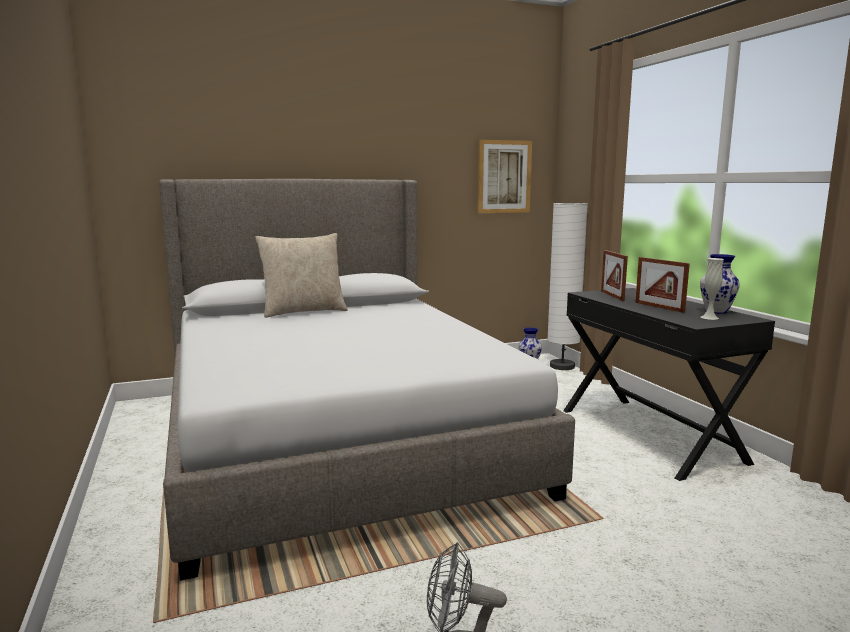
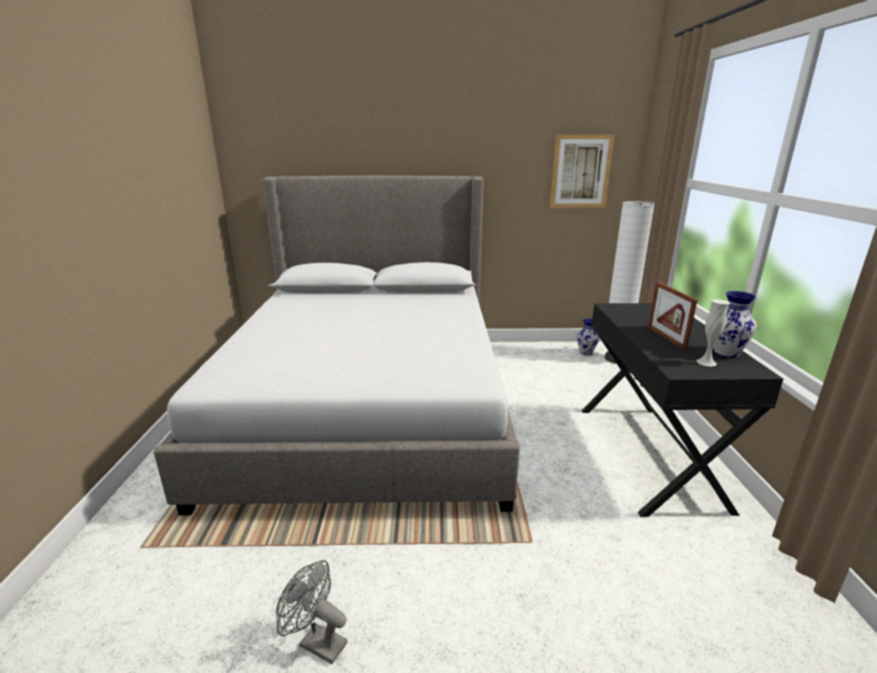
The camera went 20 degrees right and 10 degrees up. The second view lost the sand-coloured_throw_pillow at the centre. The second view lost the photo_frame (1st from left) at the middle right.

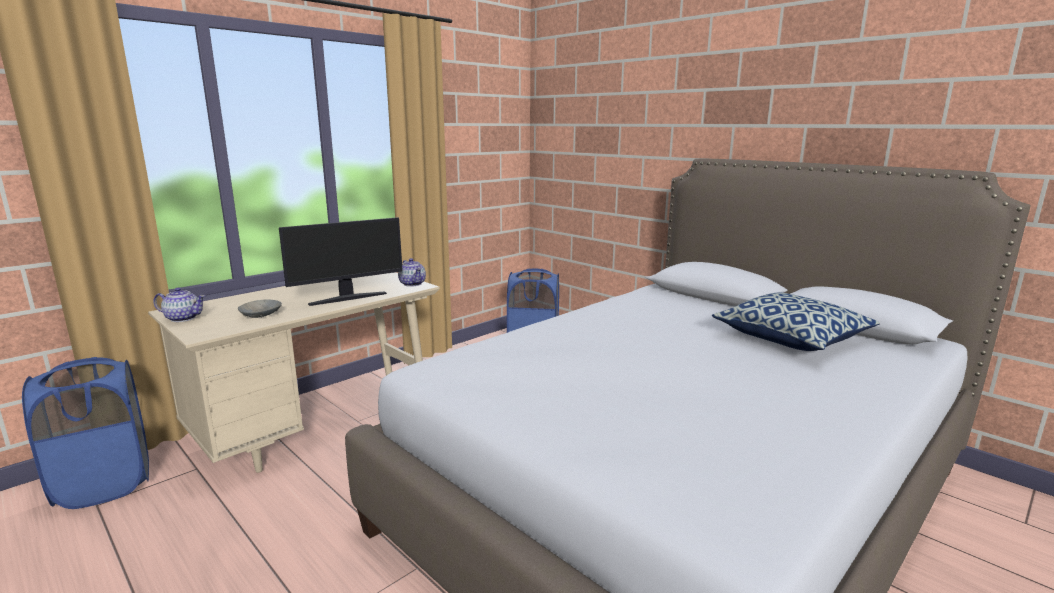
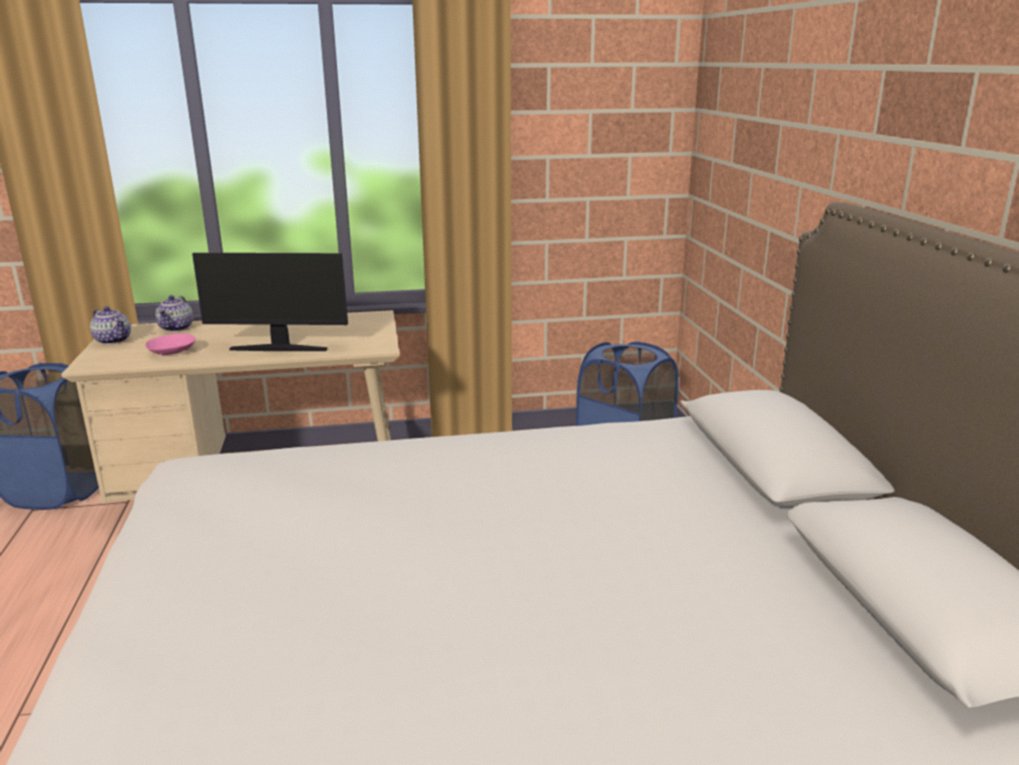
The camera went 35 degrees right and 5 degrees up. What was the gray_bowl at the middle left turned into the pinkish_bowl at the middle left. The teapot (2nd from left) ended up elsewhere, having gone from the centre to the middle left. The second view lost the throw_pillow at the middle right.

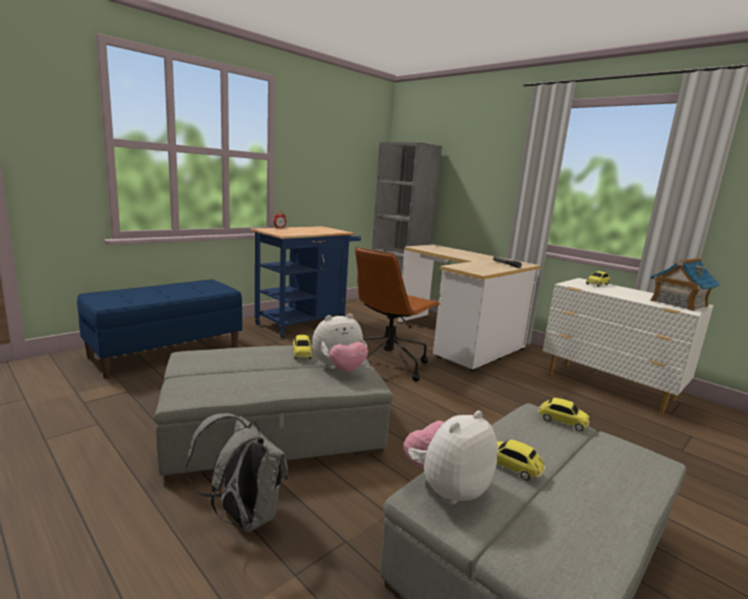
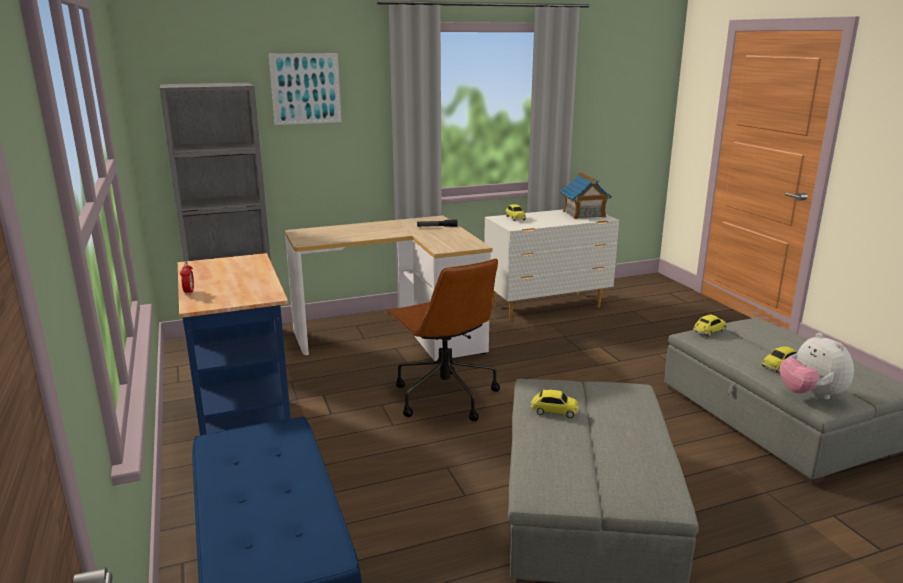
The camera went 65 degrees left and 5 degrees up. The second view gained the picture at the top centre. The second view lost the gray_knapsack at the bottom left. The second view lost the plush_toy (1st from left) at the centre.

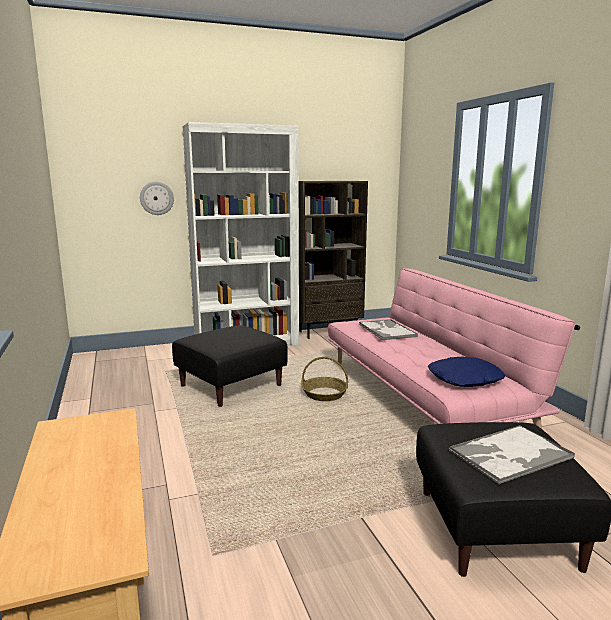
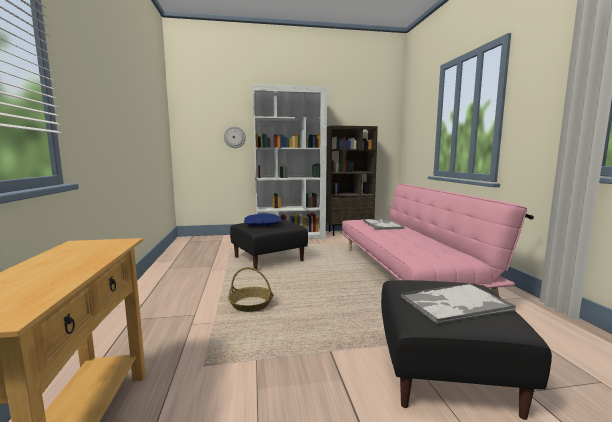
The camera went 10 degrees right and 5 degrees down. The household_basket ended up elsewhere, having gone from the centre to the bottom centre. The blue_throw_pillow ended up elsewhere, having gone from the middle right to the centre.

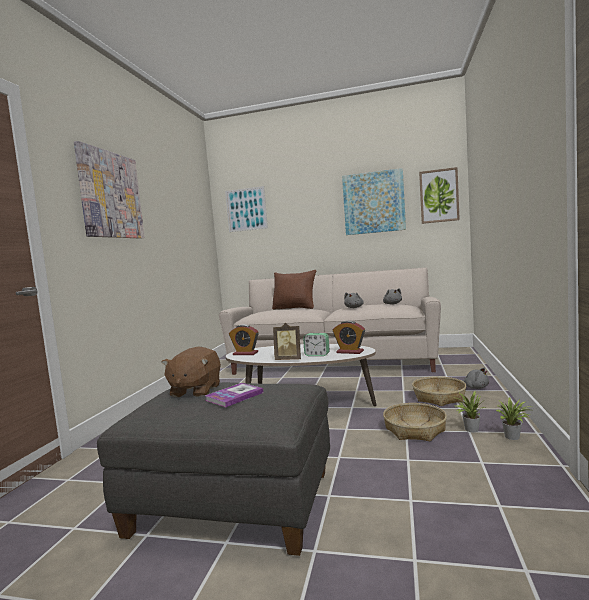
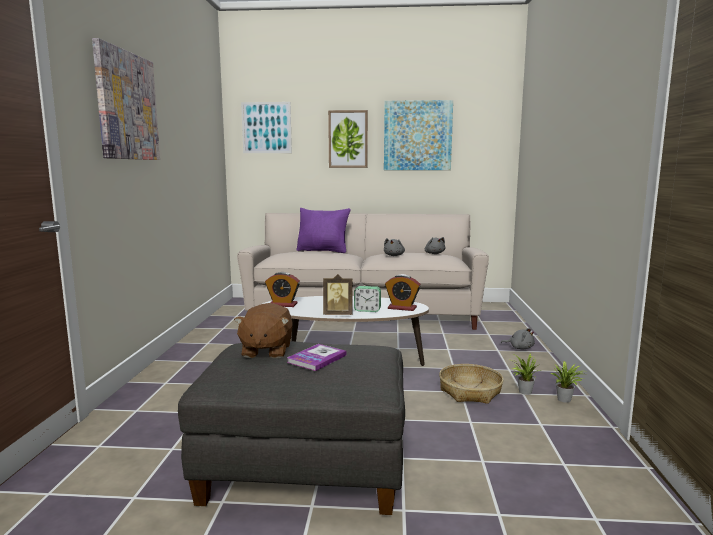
The camera went 10 degrees left and 5 degrees up. What was the brown-coloured_throw_pillow at the centre turned into the purplish_throw_pillow at the centre. The picture (4th from left in the first image) ended up elsewhere, having gone from the top right to the top centre. The second view lost the household_basket (2nd from left) at the middle right.

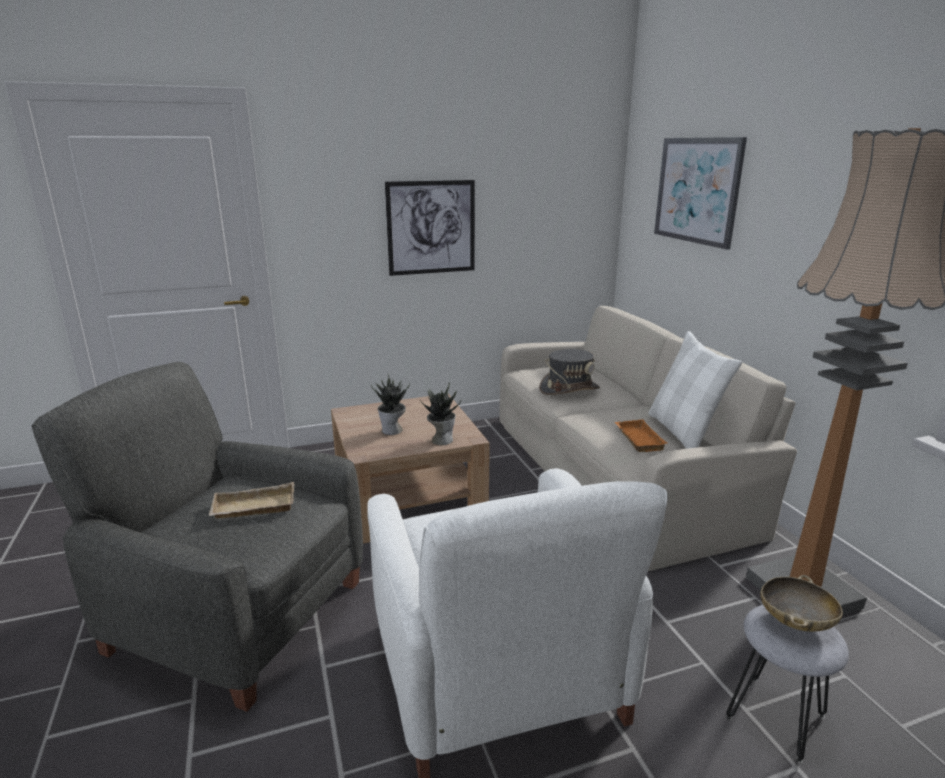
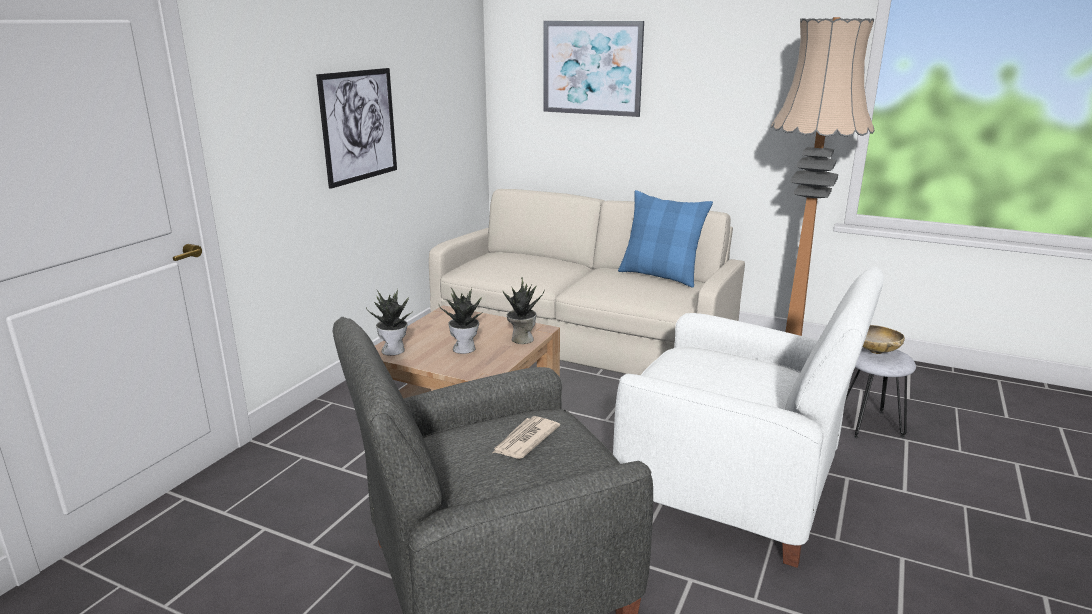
The camera went 45 degrees left and 0 degrees up. The second view gained the plant_in_a_pot (1st from left) at the centre. Where the sand-coloured_serving_tray stood at the middle left, the printed_paper came to stand at the bottom centre. What was the white_throw_pillow at the middle right turned into the blue_throw_pillow at the centre. The second view lost the gray_hat at the centre. The second view lost the orangey_serving_tray at the middle right.

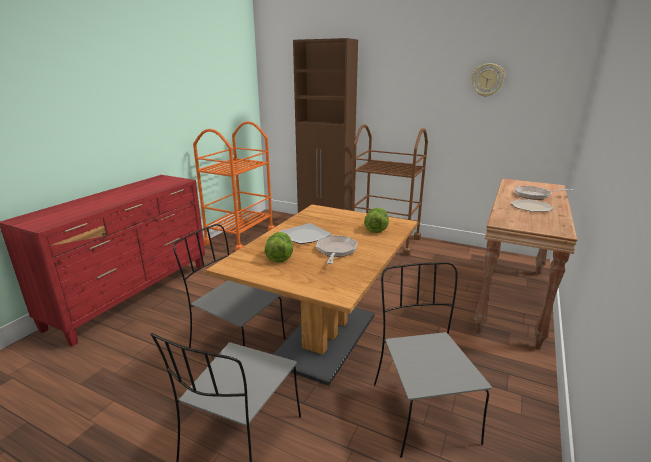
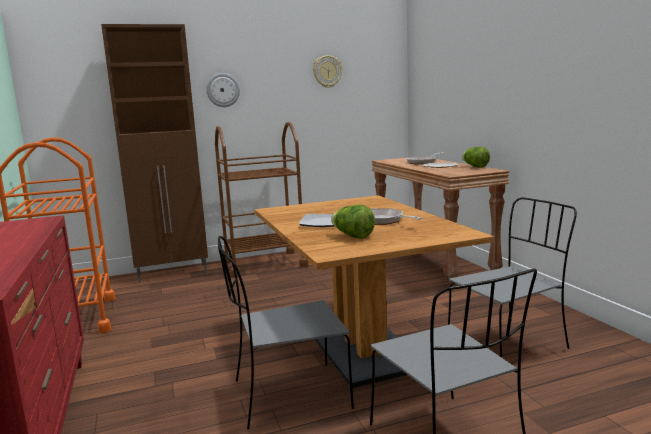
The camera went 45 degrees left and 10 degrees down. The second view gained the wall_clock (1st from left) at the top centre. The gray_plain_chair (3rd from left) at the bottom centre ended up facing another way, 120 degrees clockwise from before. The lettuce_head (2nd from left) ended up elsewhere, having gone from the centre to the middle right.

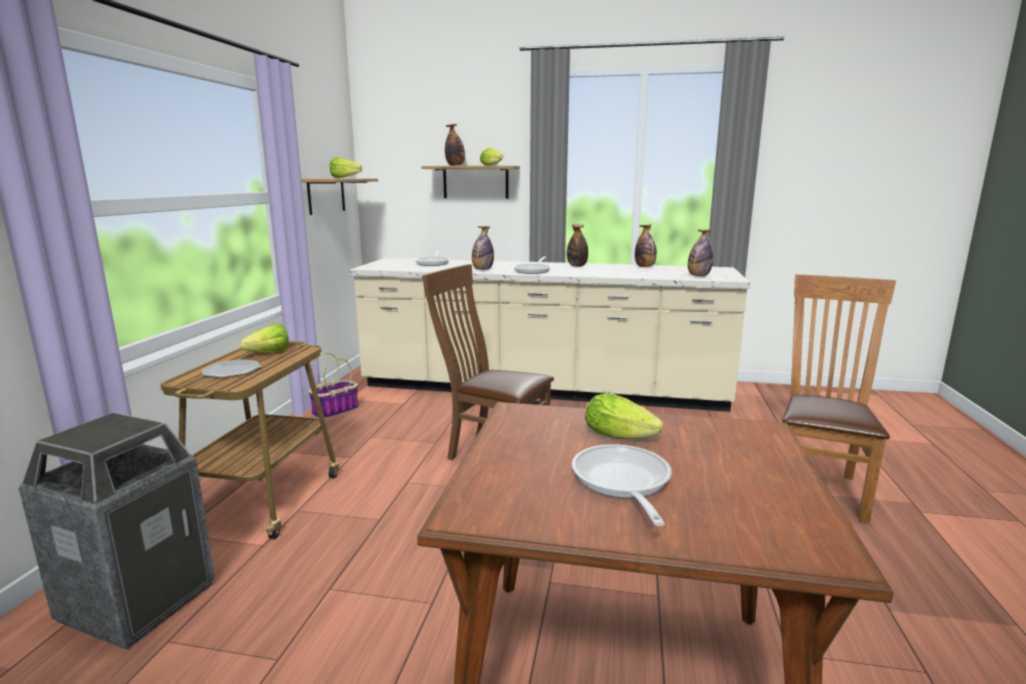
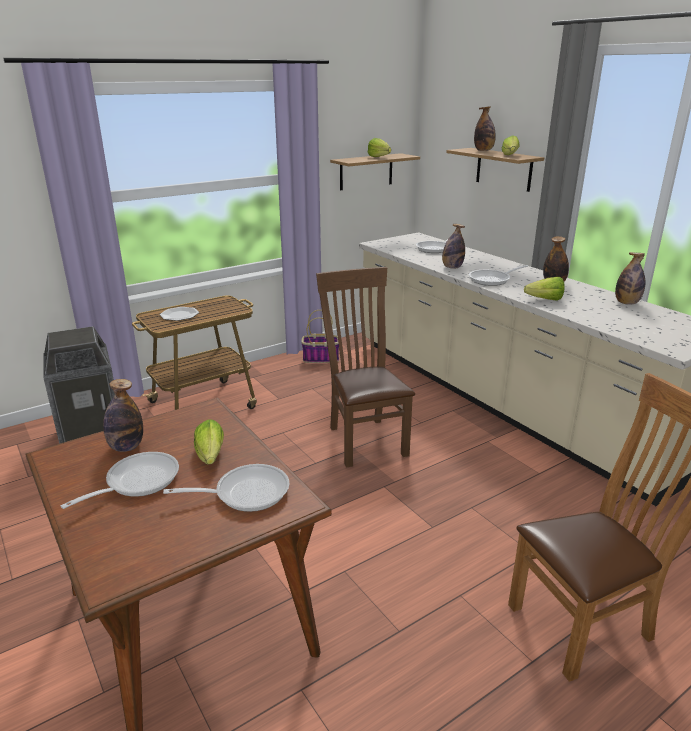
The camera went 45 degrees right and 10 degrees up. The drink_bottle (5th from left in the first image) ended up elsewhere, having gone from the middle right to the middle left. The second view gained the skillet (2nd from left) at the bottom left. The lettuce_head (1st from left in the first image) ended up elsewhere, having gone from the middle left to the middle right.

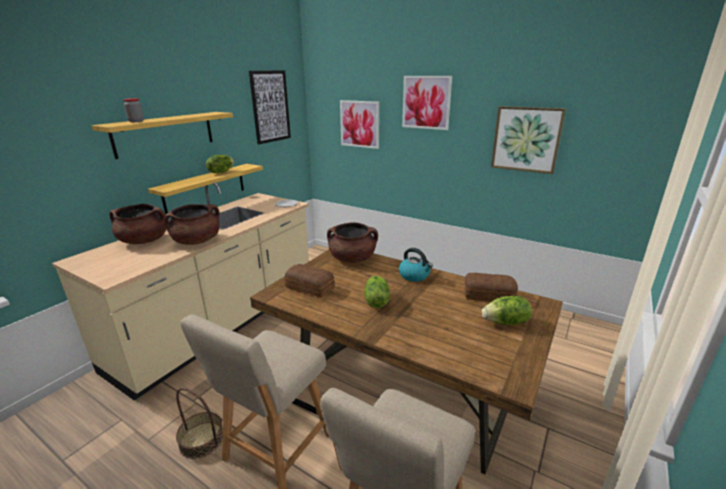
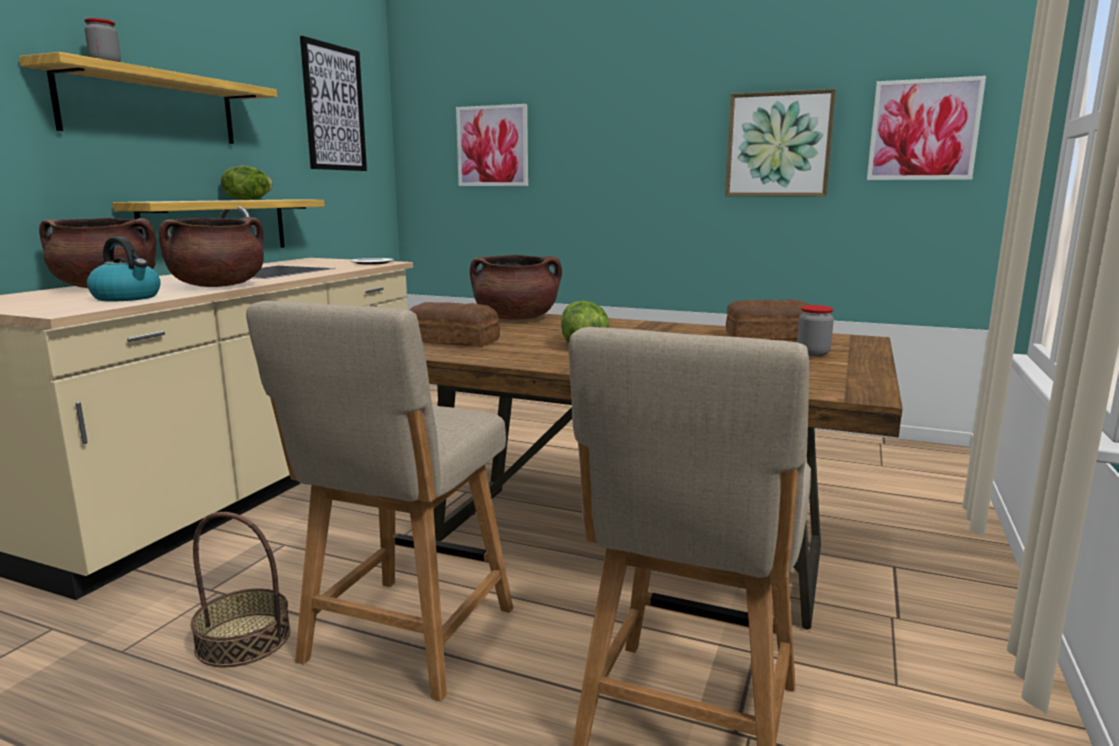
The camera went 10 degrees left and 10 degrees down. The water_kettle ended up elsewhere, having gone from the centre to the middle left. Where the lettuce_head (3rd from left) stood at the middle right, the jar (2nd from left) came to stand at the middle right. The picture (3rd from left in the first image) ended up elsewhere, having gone from the top centre to the top right.

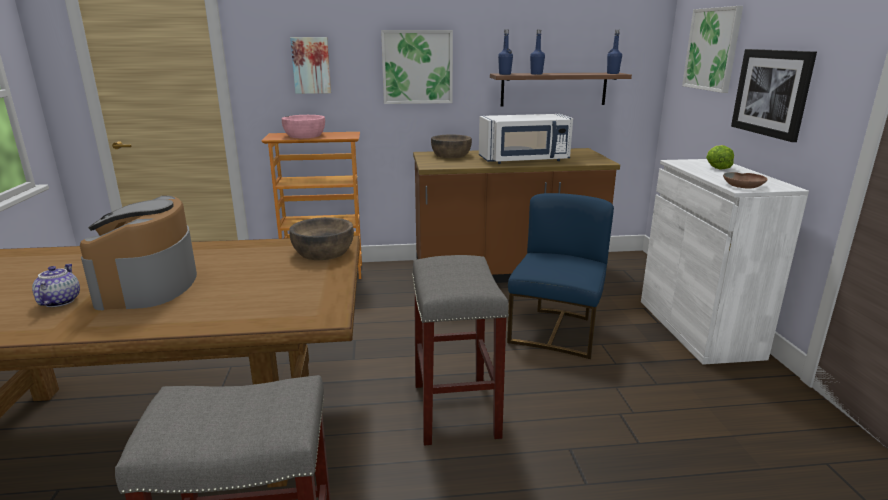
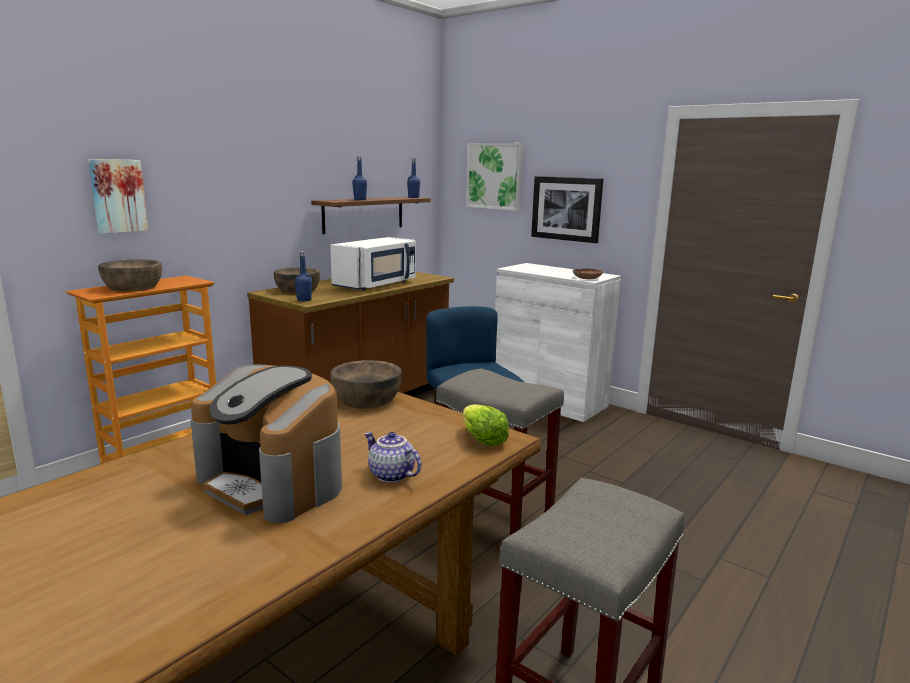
The camera went 45 degrees left and 5 degrees down. What was the pinkish_bowl at the top centre turned into the brown-coloured_bowl (1st from left) at the middle left. The blue_drink_bottle (1st from left) ended up elsewhere, having gone from the top centre to the middle left. The teapot ended up elsewhere, having gone from the middle left to the bottom centre. The lettuce_head ended up elsewhere, having gone from the top right to the centre. The second view lost the picture (2nd from left) at the top centre.

